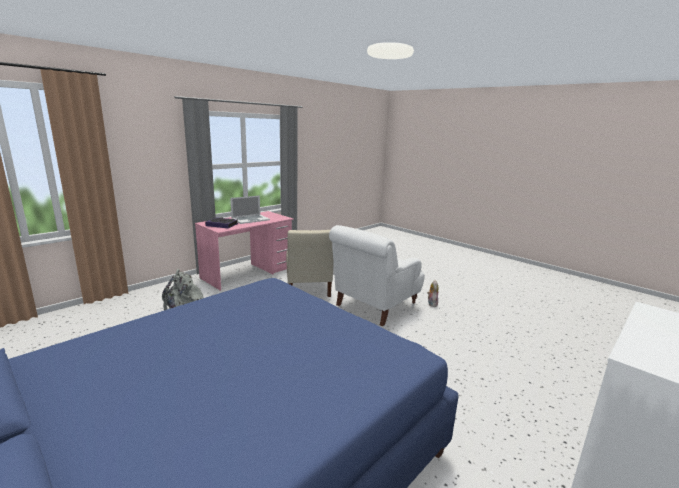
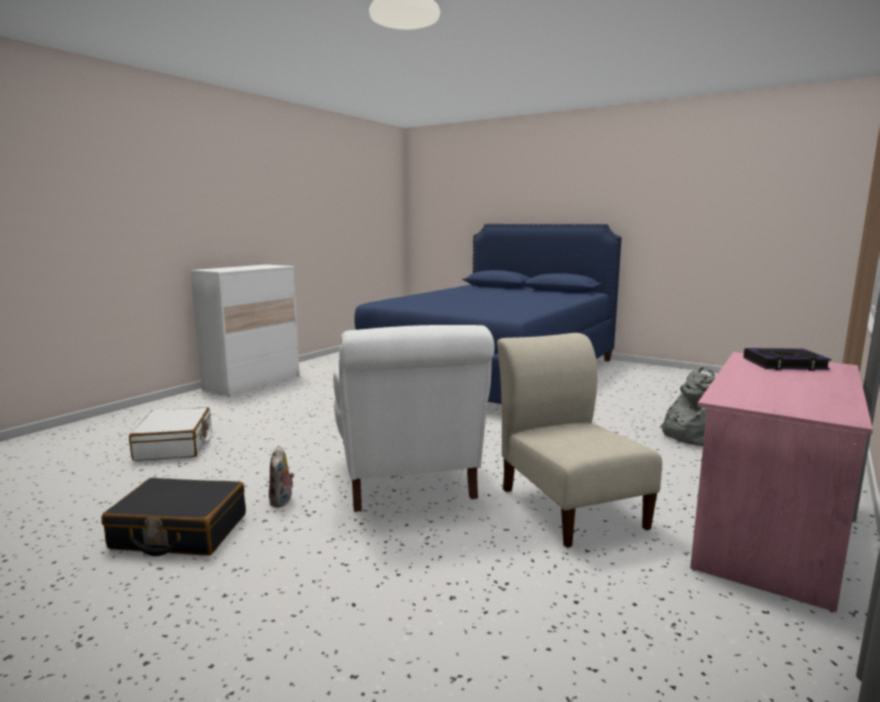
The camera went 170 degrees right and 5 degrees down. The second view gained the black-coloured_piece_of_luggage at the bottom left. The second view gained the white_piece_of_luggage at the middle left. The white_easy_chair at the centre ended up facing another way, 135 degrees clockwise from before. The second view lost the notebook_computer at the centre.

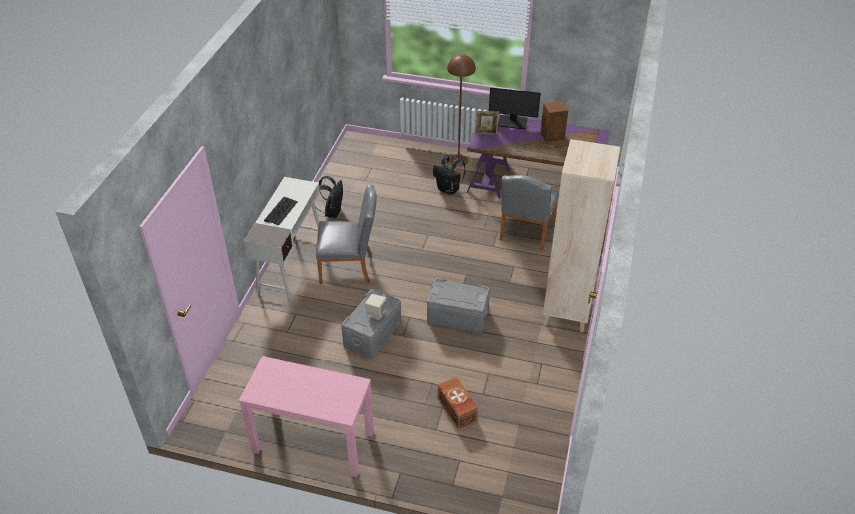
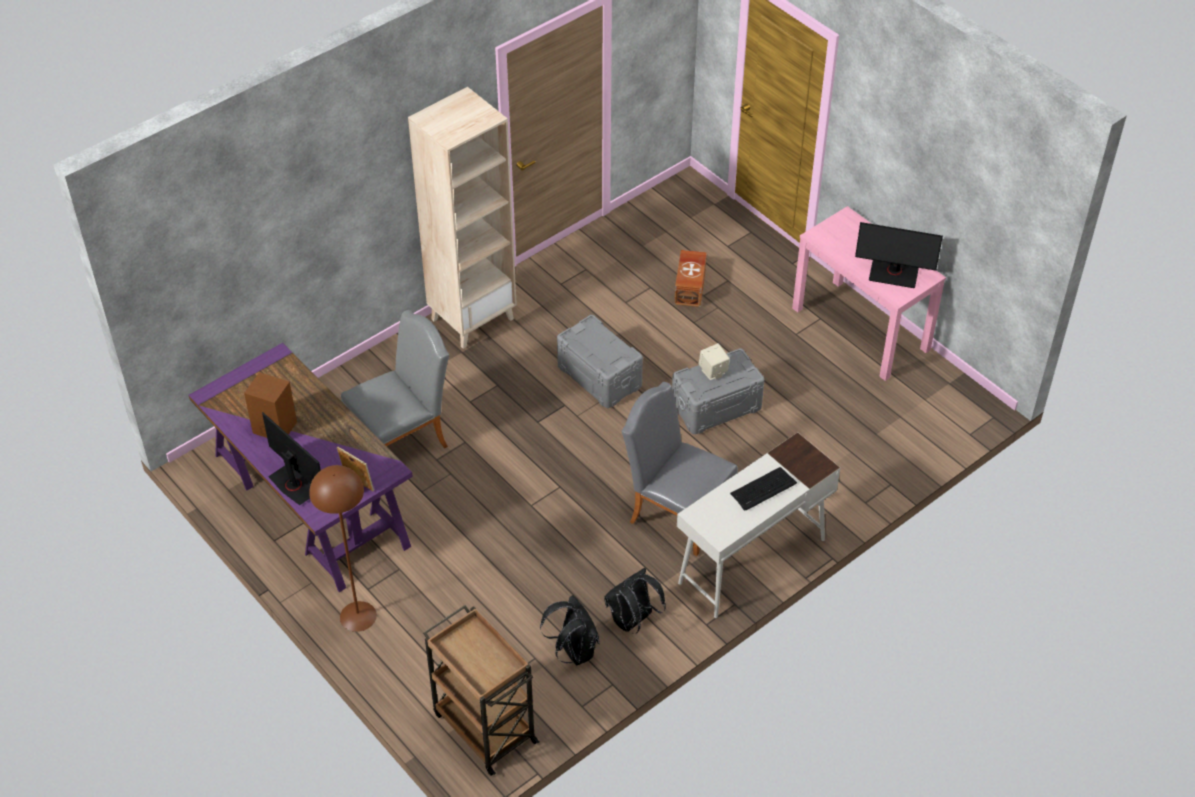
The camera went 145 degrees left and 5 degrees up. The second view gained the brown-coloured_trolley at the bottom centre. The black-coloured_knapsack (2nd from left in the first image) ended up elsewhere, having gone from the centre to the bottom centre. The second view gained the computer_screen (2nd from left) at the top right.

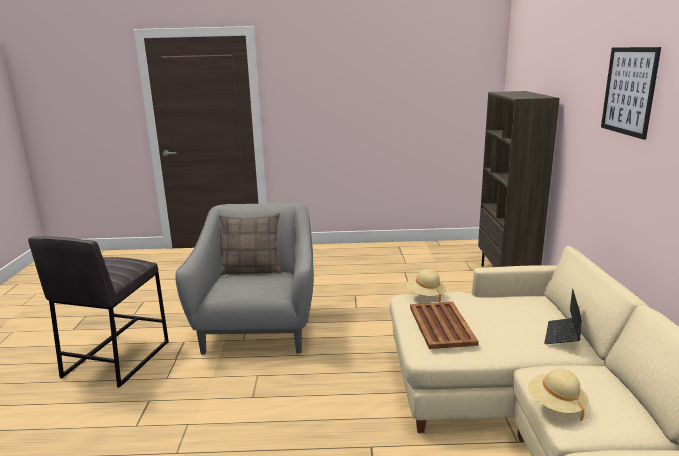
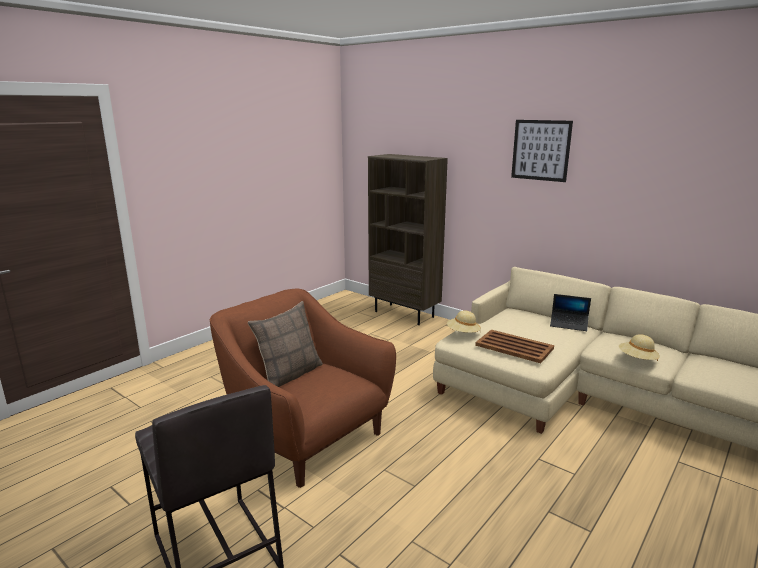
The camera went 50 degrees left and 0 degrees up. What was the gray_easy_chair at the centre turned into the brown-coloured_easy_chair at the bottom centre. The notebook_computer at the bottom right ended up facing another way, 45 degrees counterclockwise from before.

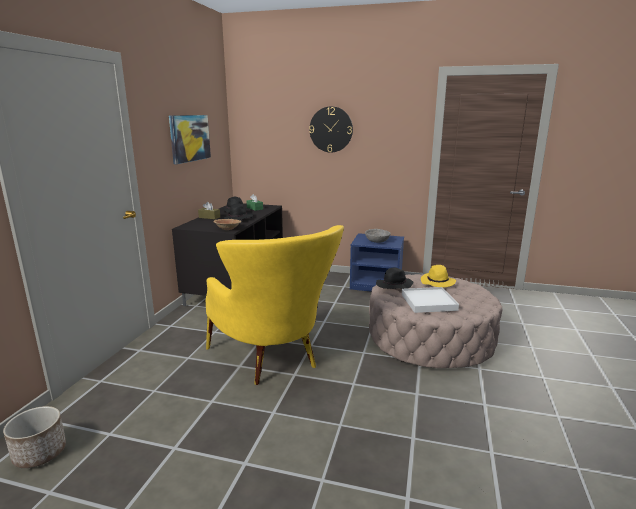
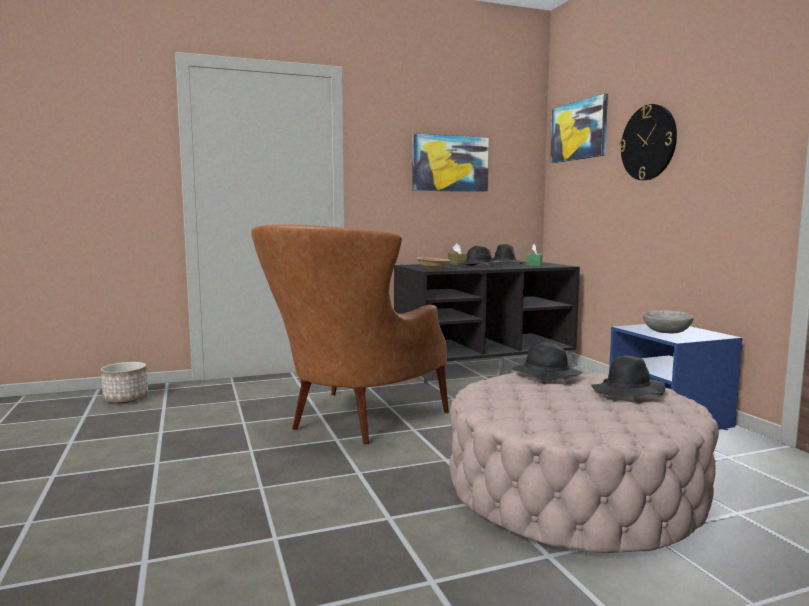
The camera went 55 degrees right and 10 degrees down. What was the yellow_easy_chair at the centre turned into the brown-coloured_easy_chair at the centre. The second view gained the picture (2nd from left) at the top right. What was the yellow_hat at the middle right turned into the black-coloured_hat (4th from left) at the middle right. The second view lost the white_serving_tray at the middle right.

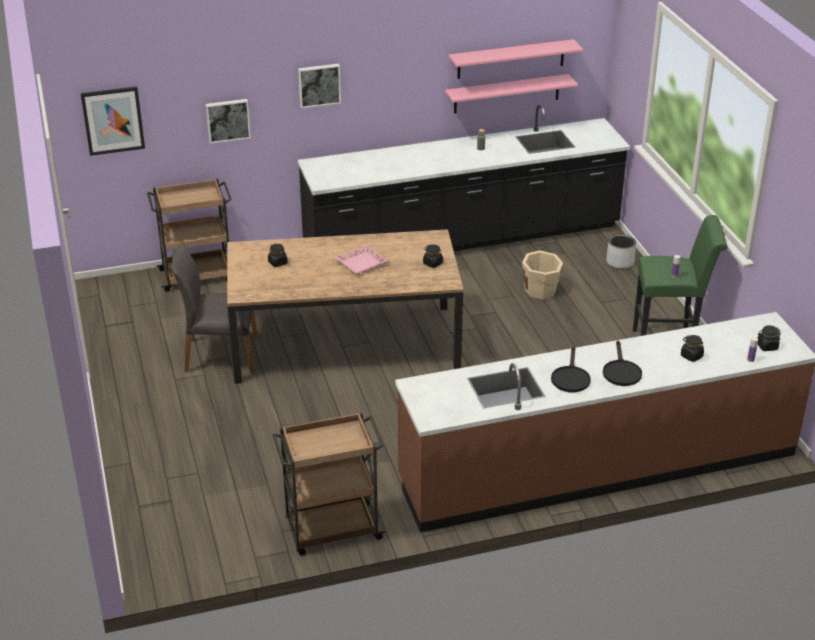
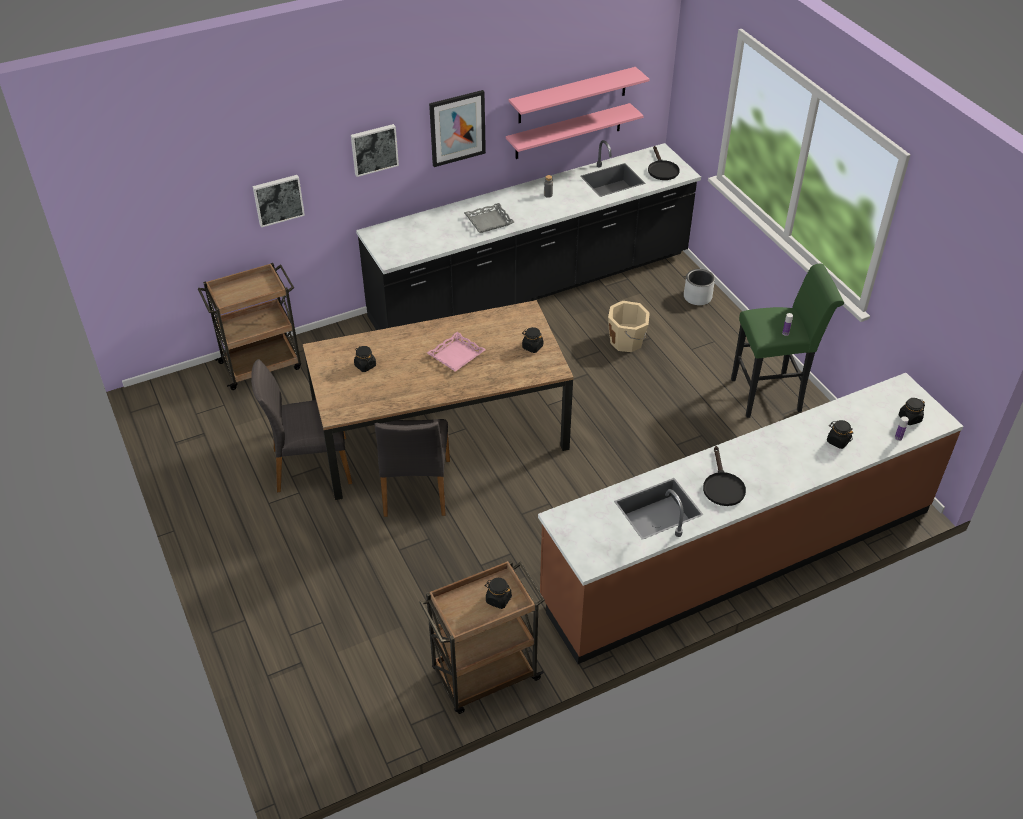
The camera went 10 degrees left and 10 degrees up. The second view gained the gray_plain_chair (2nd from left) at the centre. The picture (1st from left in the first image) ended up elsewhere, having gone from the top left to the top centre. The second view gained the gray_serving_tray at the top centre. The second view gained the black-coloured_jar (2nd from left) at the bottom centre. The black-coloured_skillet (2nd from left in the first image) ended up elsewhere, having gone from the middle right to the top centre.

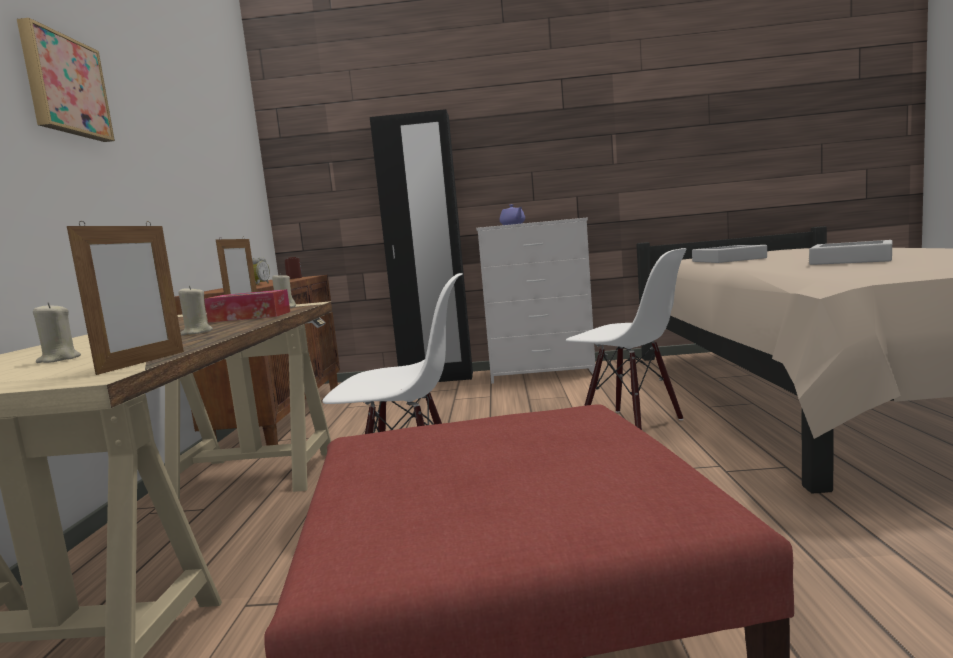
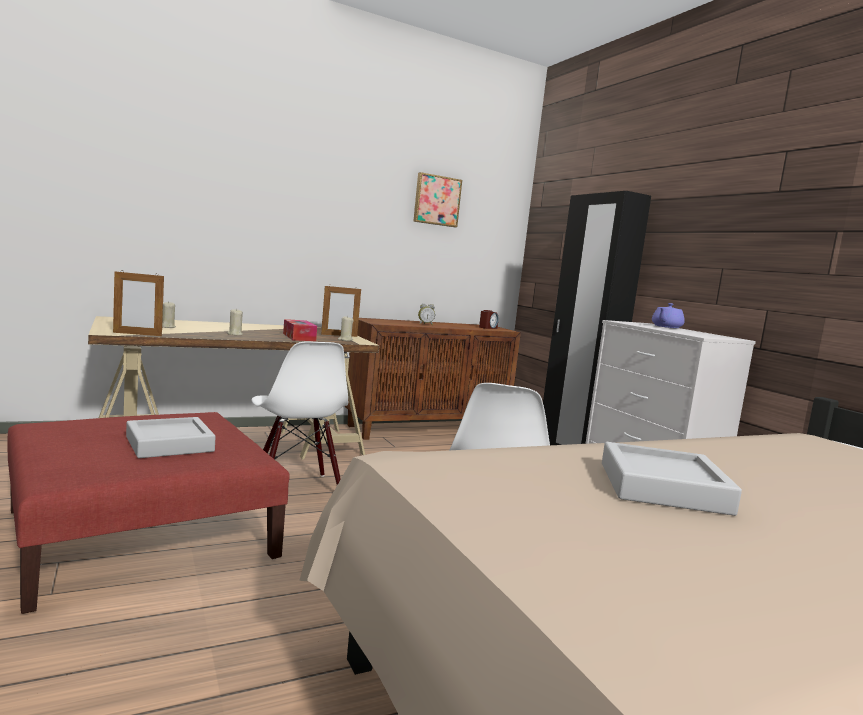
The camera went 60 degrees right and 0 degrees up. The gray_serving_tray (1st from left) ended up elsewhere, having gone from the middle right to the middle left. The picture ended up elsewhere, having gone from the top left to the top centre.

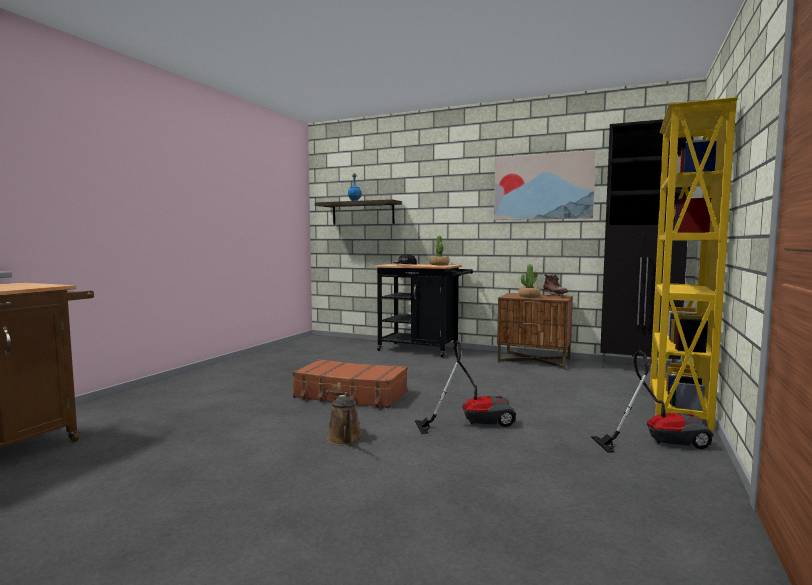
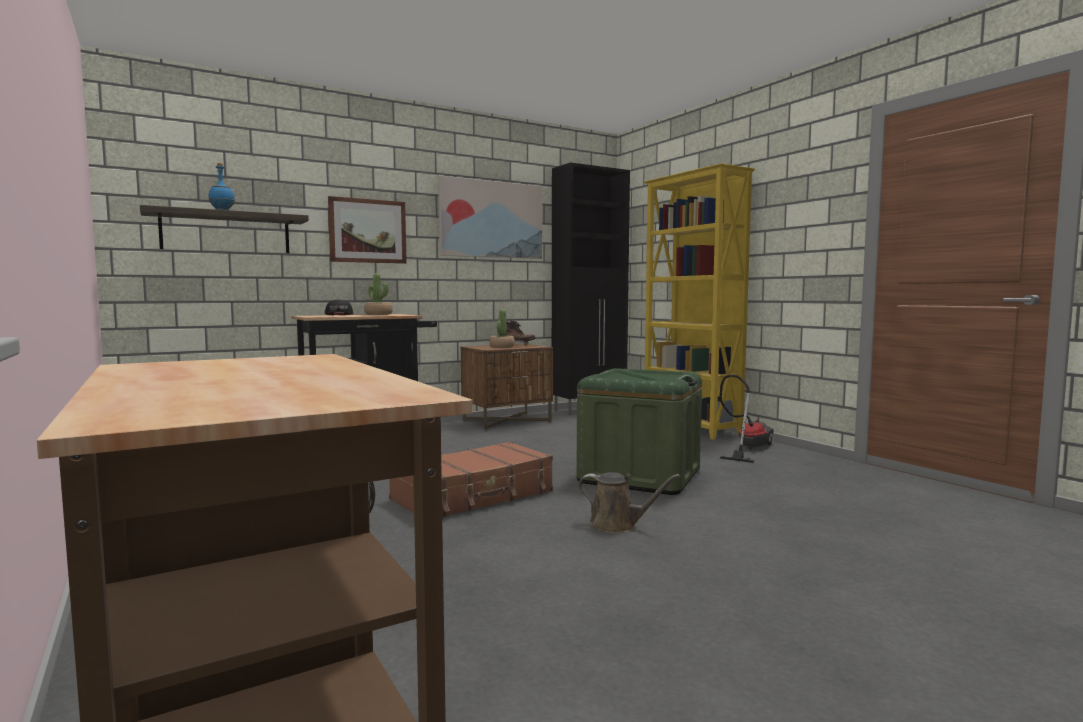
The camera went 55 degrees left and 0 degrees up. The second view gained the picture (1st from left) at the top centre. Where the vacuum (1st from left) stood at the centre, the green-coloured_storage_box came to stand at the centre.

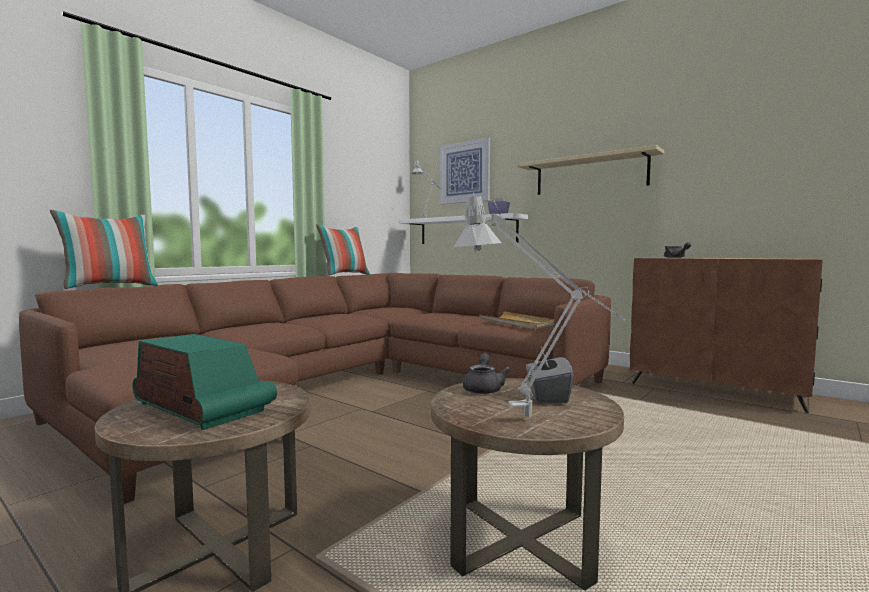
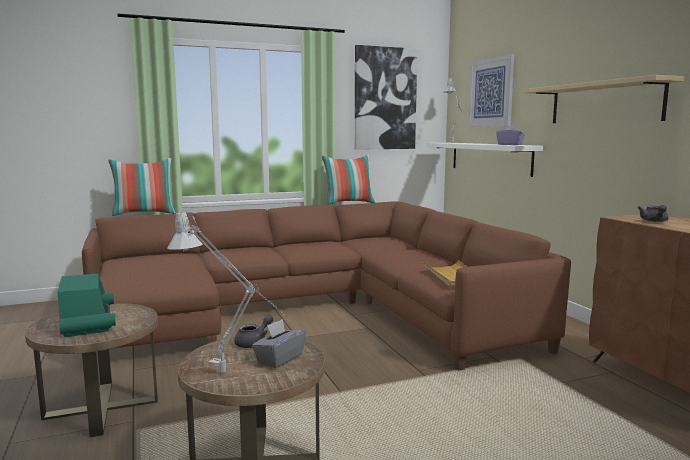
The camera went 30 degrees right and 5 degrees up. The second view gained the picture (1st from left) at the top centre.

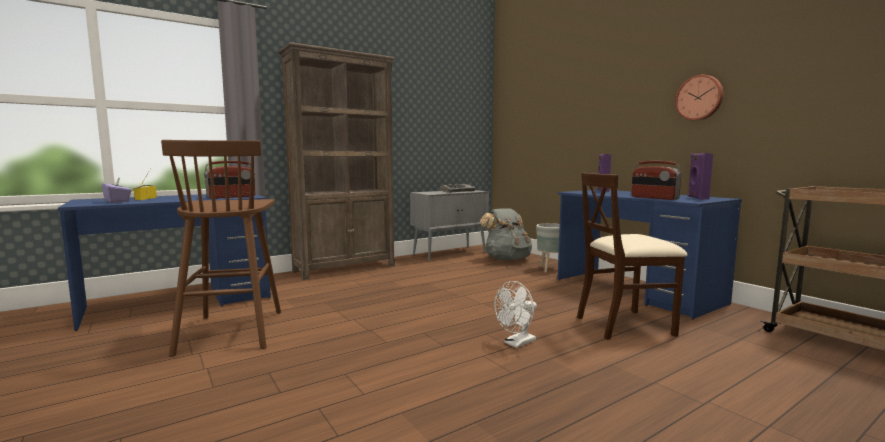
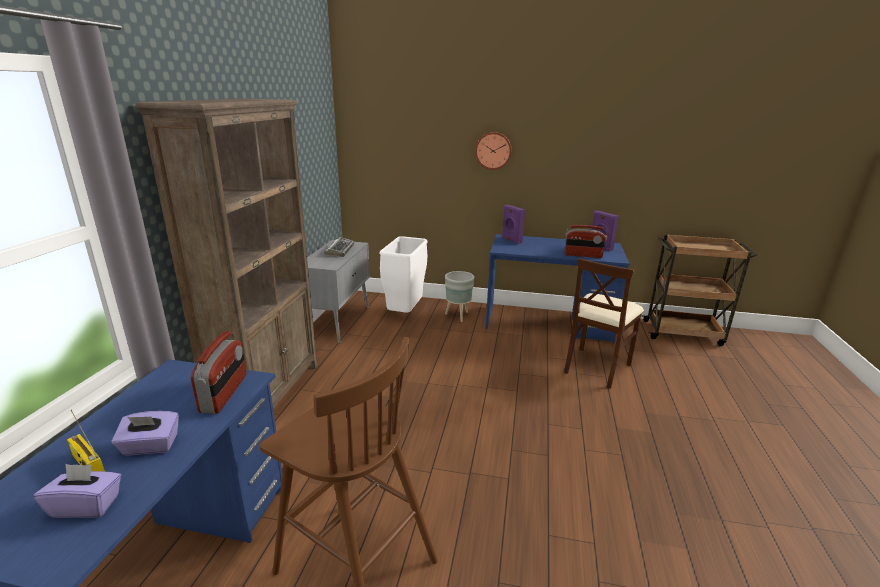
The camera went 45 degrees left and 15 degrees up. The second view gained the purplish_tissue_box (2nd from left) at the bottom left. Where the gray_knapsack stood at the centre, the white_rubbish_bin came to stand at the centre. The wall_clock ended up elsewhere, having gone from the top right to the top centre. The second view lost the white_cooling_fan at the bottom centre.

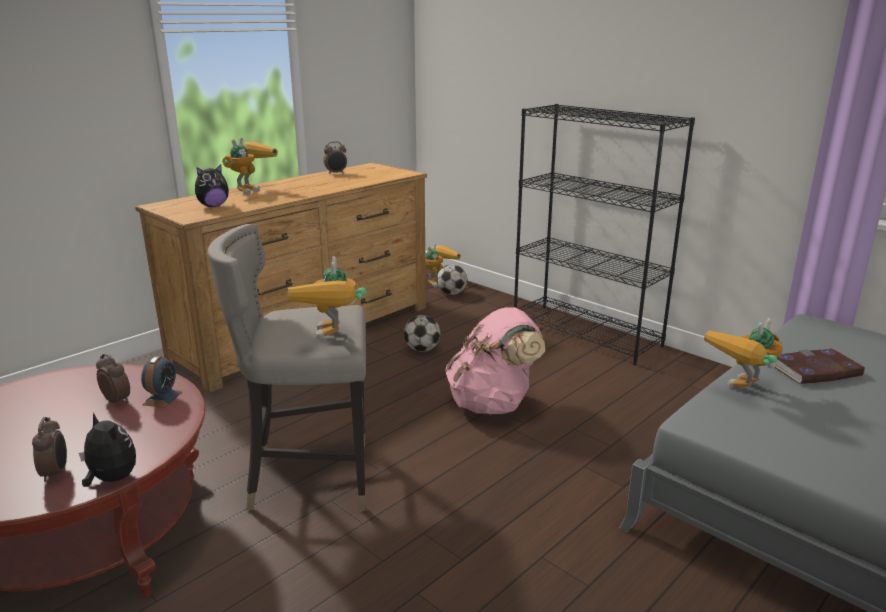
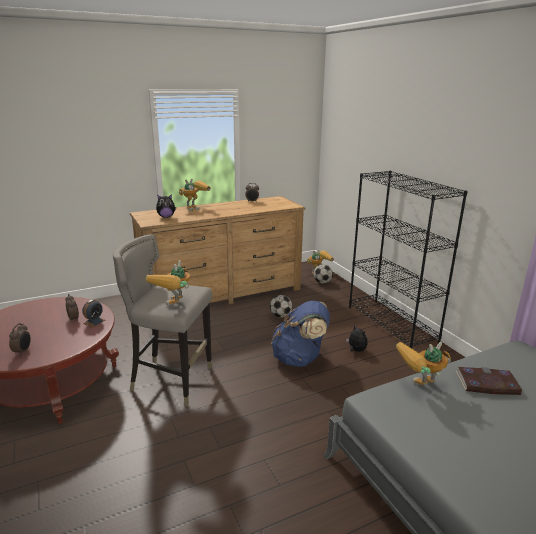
The camera went 20 degrees right and 0 degrees up. What was the pinkish_knapsack at the centre turned into the blue_knapsack at the centre. The plush_toy (1st from left in the first image) ended up elsewhere, having gone from the bottom left to the centre.

